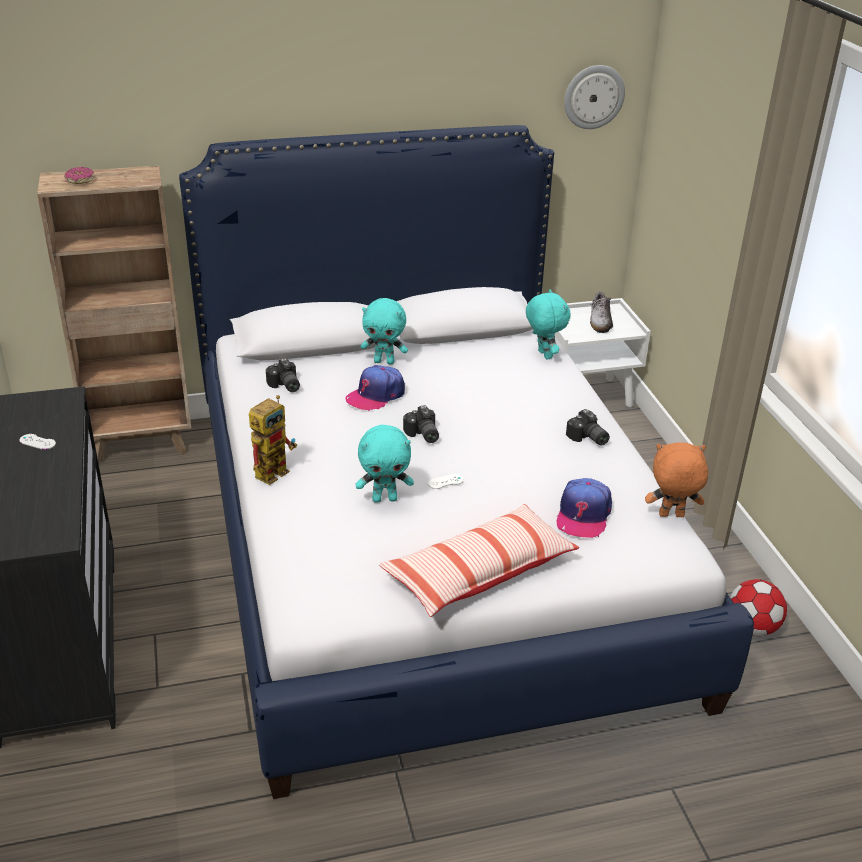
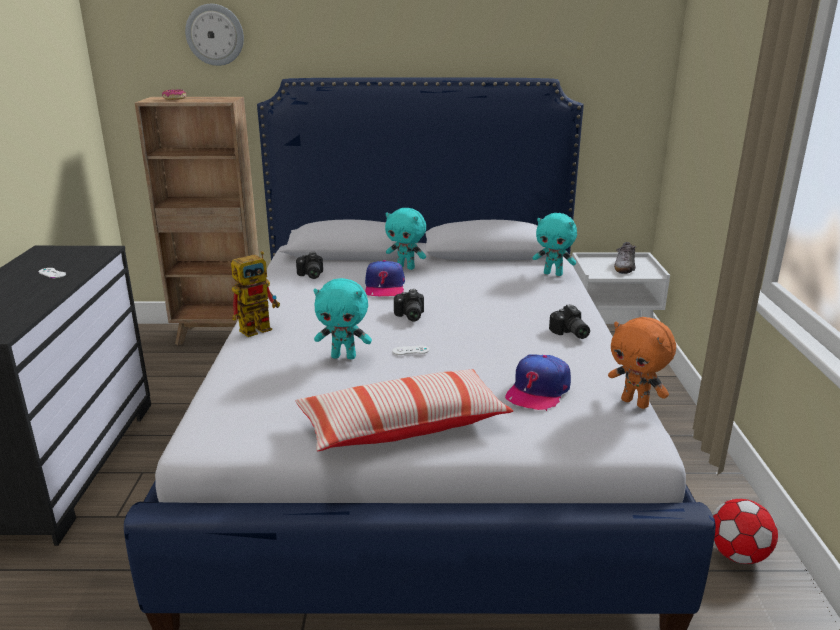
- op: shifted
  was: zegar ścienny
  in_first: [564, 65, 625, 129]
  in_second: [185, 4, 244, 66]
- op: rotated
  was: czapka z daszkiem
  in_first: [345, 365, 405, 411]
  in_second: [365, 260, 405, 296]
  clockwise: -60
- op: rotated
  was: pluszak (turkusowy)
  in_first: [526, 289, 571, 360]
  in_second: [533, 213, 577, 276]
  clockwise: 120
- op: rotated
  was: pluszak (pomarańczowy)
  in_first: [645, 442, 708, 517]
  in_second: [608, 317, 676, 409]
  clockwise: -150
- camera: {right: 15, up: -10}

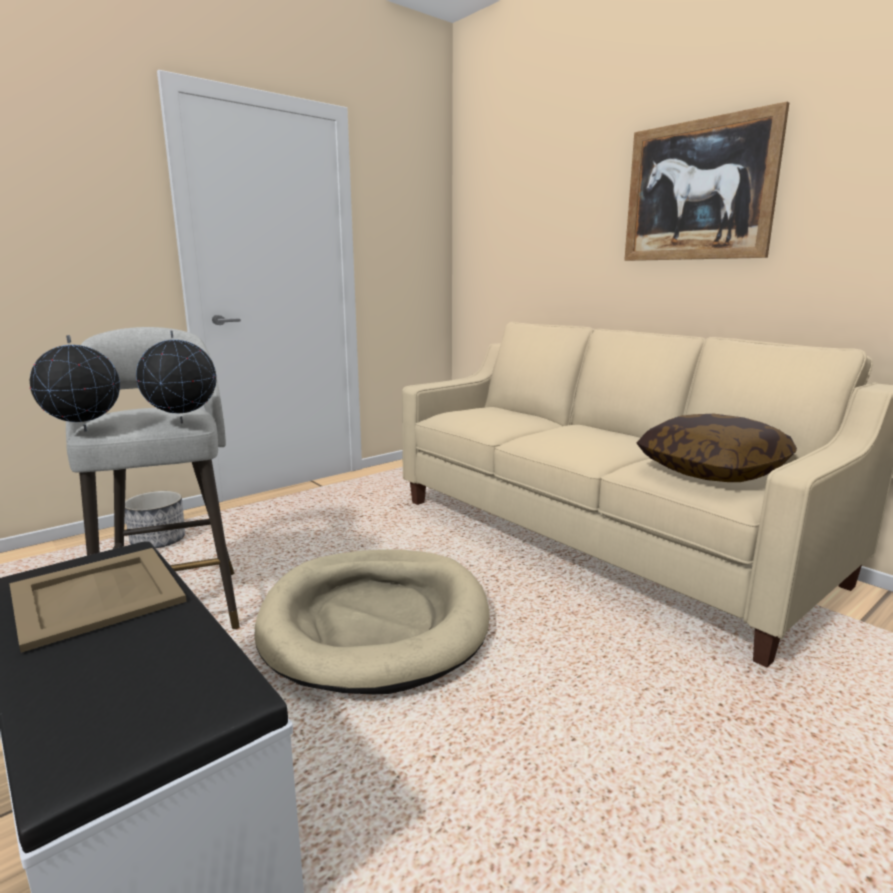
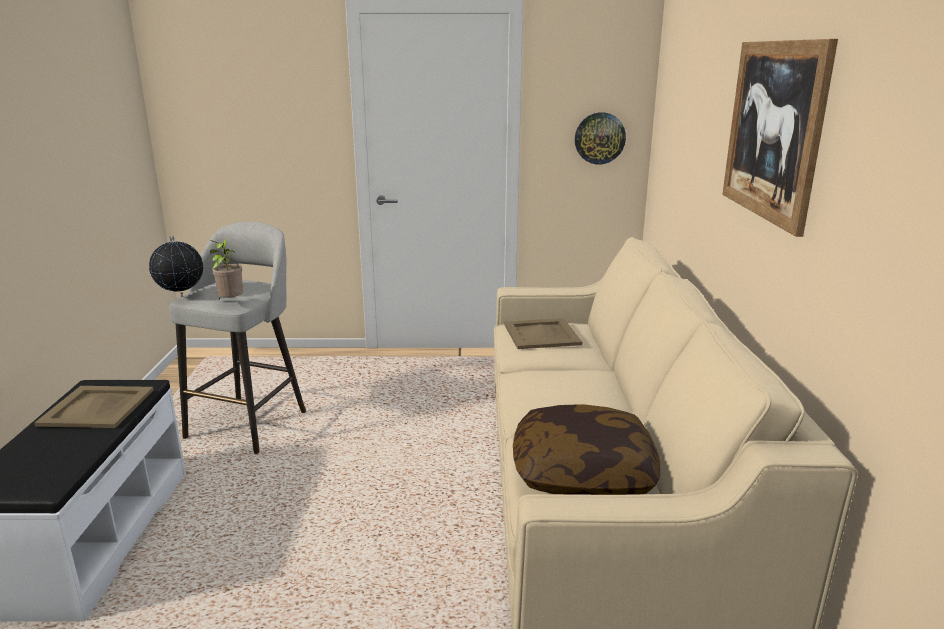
- op: gone
  was: donica
  in_first: [125, 491, 185, 548]
- op: gone
  was: legowisko (beżowy)
  in_first: [254, 549, 490, 694]
- op: new
  now: taca (beżowy)
  in_second: [504, 318, 582, 349]
- op: new
  now: zegar ścienny
  in_second: [575, 112, 626, 164]
- op: swapped
  was: globus
  now: roślina doniczkowa
  in_first: [136, 330, 216, 423]
  in_second: [210, 238, 243, 299]
- camera: {right: 40, up: 5}

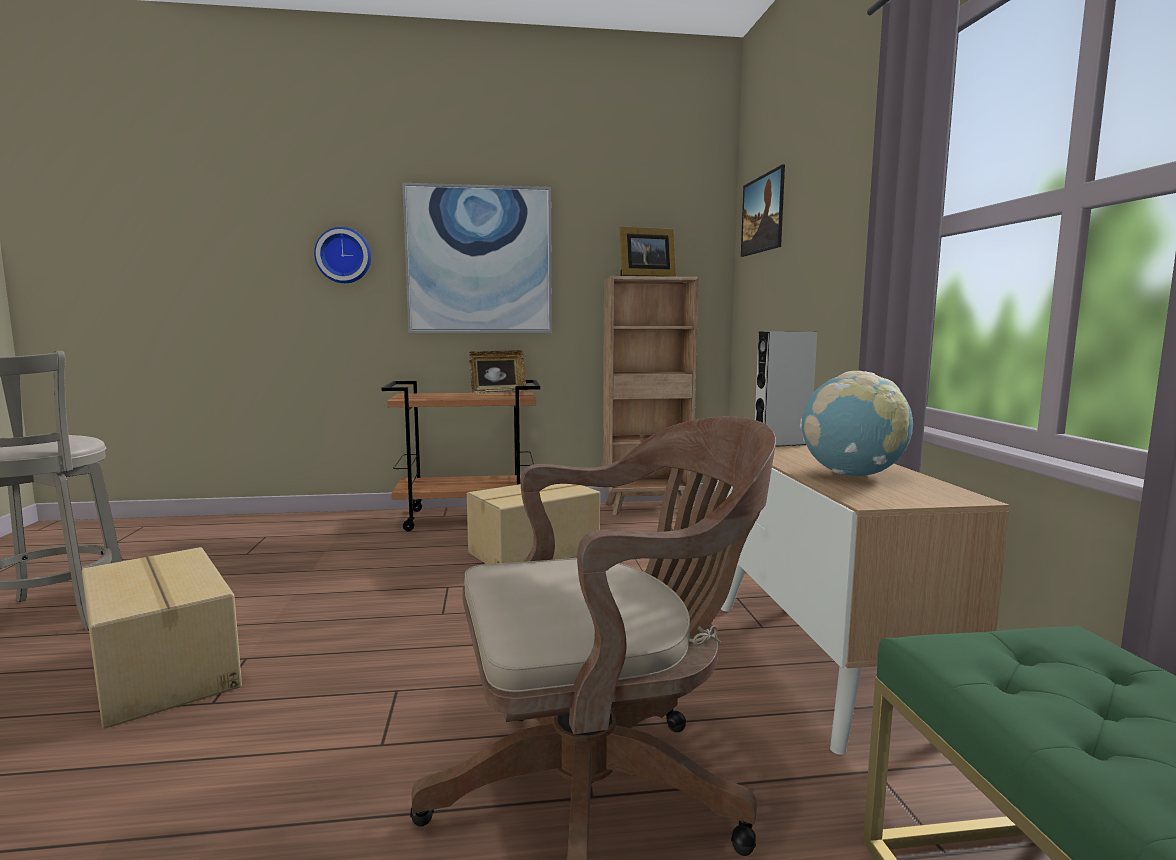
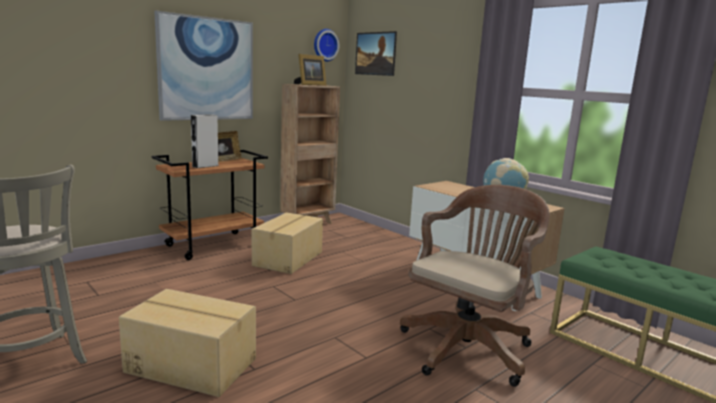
- op: shifted
  was: zegar ścienny
  in_first: [314, 227, 371, 283]
  in_second: [314, 29, 339, 61]
- op: shifted
  was: głośnik (szary)
  in_first: [755, 331, 817, 447]
  in_second: [191, 114, 218, 168]
- camera: {right: -35, up: 5}

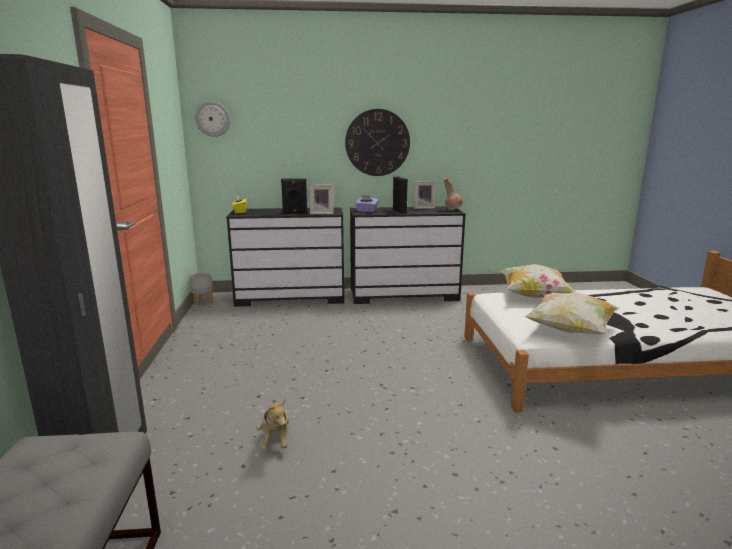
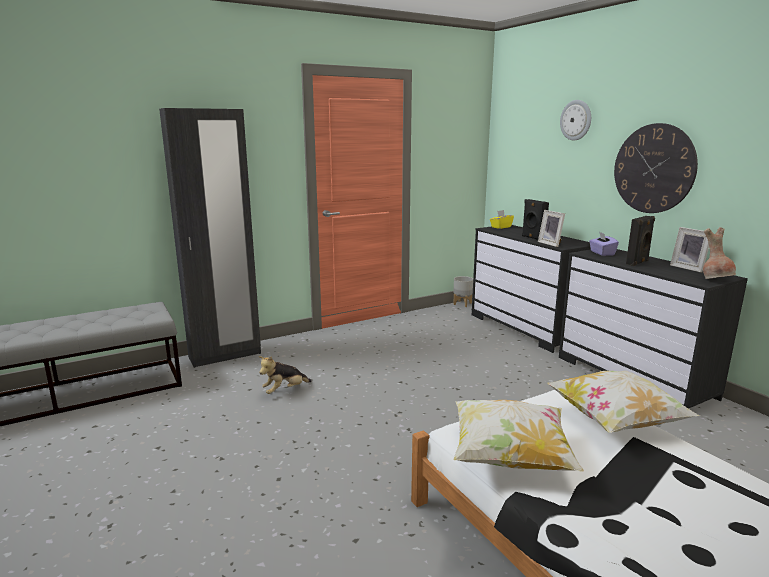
- op: shifted
  was: zegar ścienny
  in_first: [195, 101, 230, 137]
  in_second: [560, 100, 591, 141]
- camera: {right: 65, up: 0}

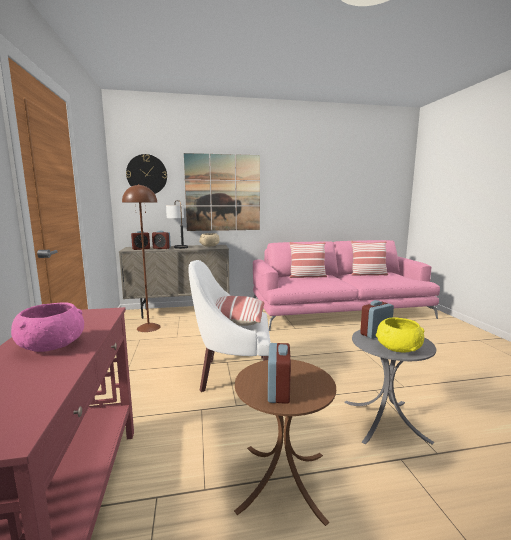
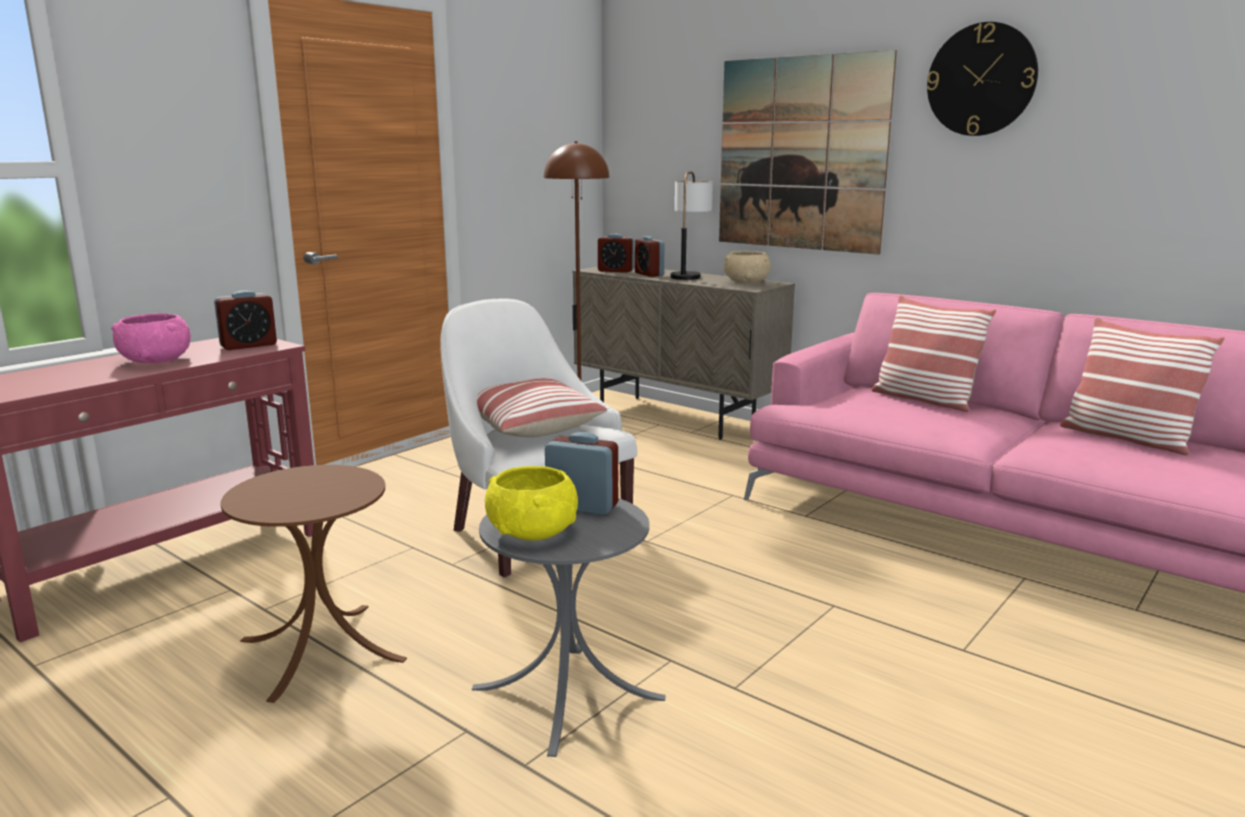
- op: shifted
  was: zegar ścienny
  in_first: [126, 154, 167, 194]
  in_second: [927, 22, 1038, 136]
- op: shifted
  was: budzik
  in_first: [268, 343, 291, 404]
  in_second: [214, 290, 277, 350]
- camera: {right: 50, up: 5}

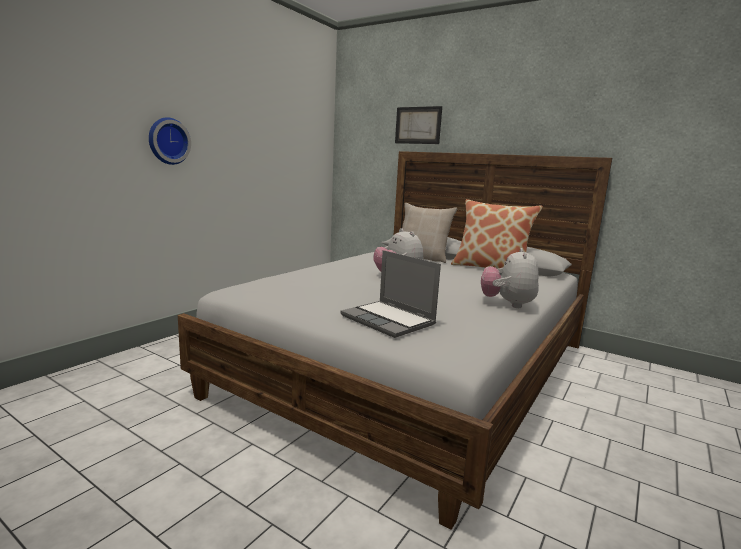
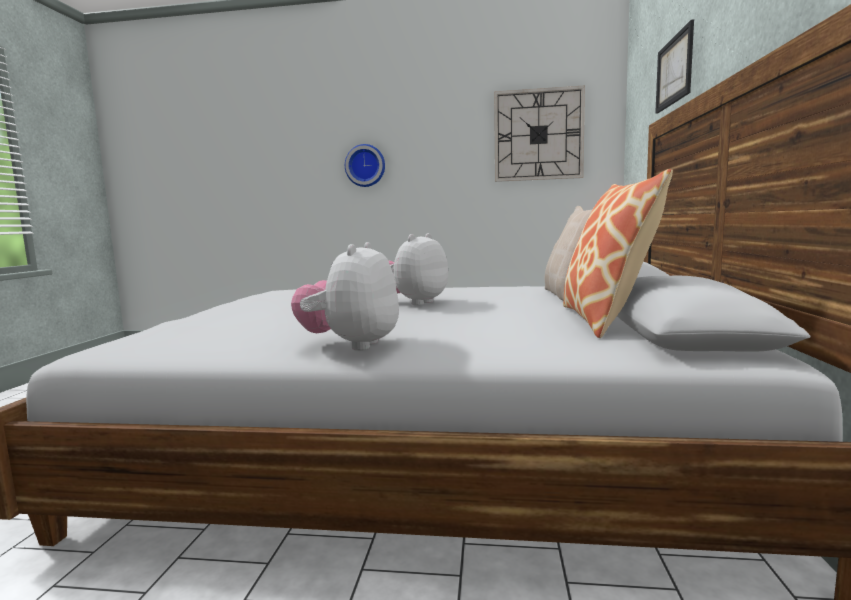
- op: gone
  was: laptop
  in_first: [340, 250, 441, 338]
- op: new
  now: zegar ścienny
  in_second: [494, 85, 585, 182]
- op: rotated
  was: pluszak
  in_first: [481, 248, 539, 308]
  in_second: [291, 242, 399, 351]
  clockwise: -60
- camera: {right: 65, up: -5}

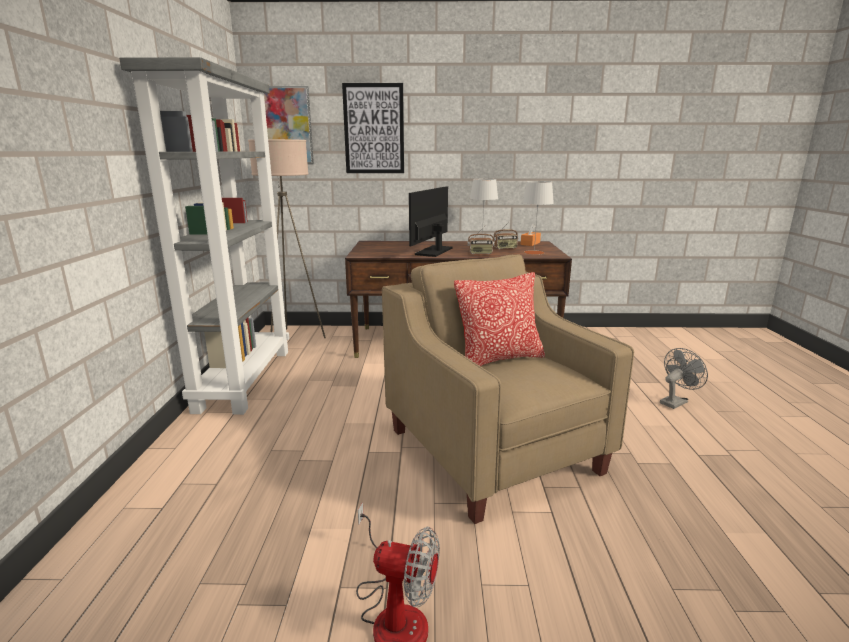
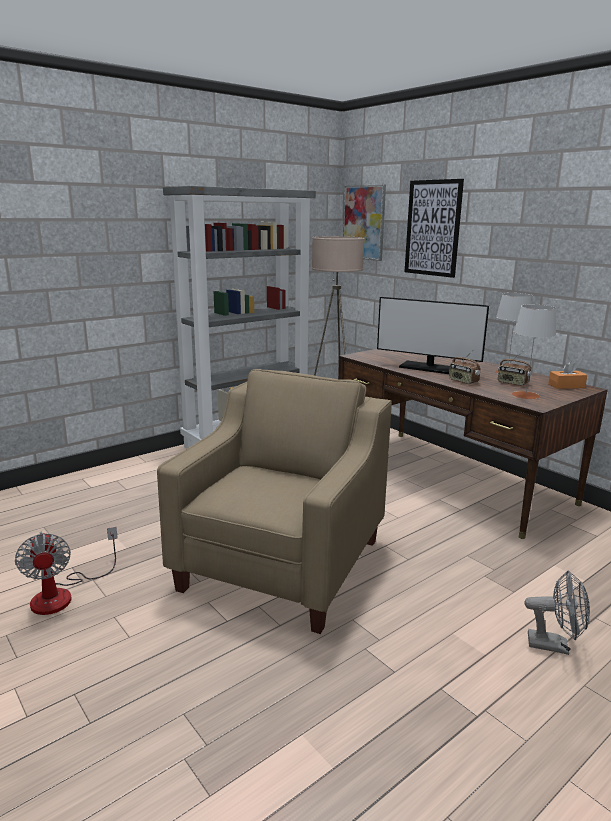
- op: gone
  was: poduszka
  in_first: [454, 272, 545, 366]
- op: rotated
  was: monitor
  in_first: [409, 186, 453, 257]
  in_second: [377, 297, 489, 374]
  clockwise: -135
- camera: {right: 50, up: 0}

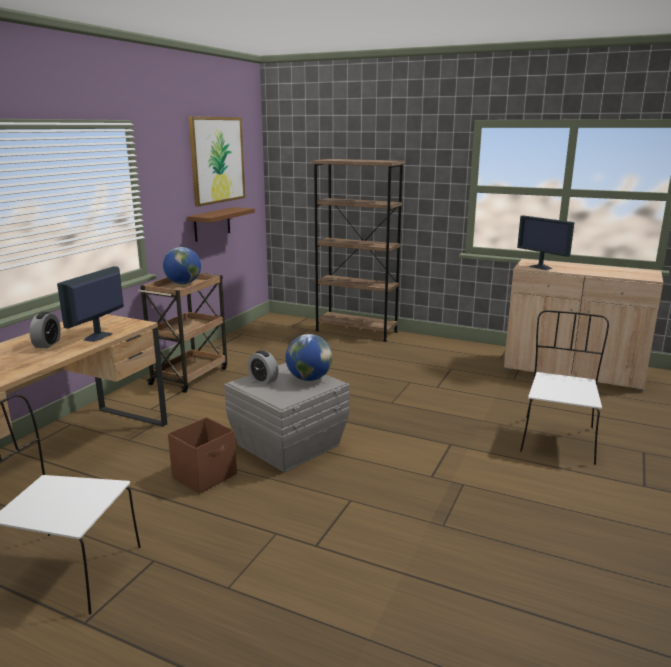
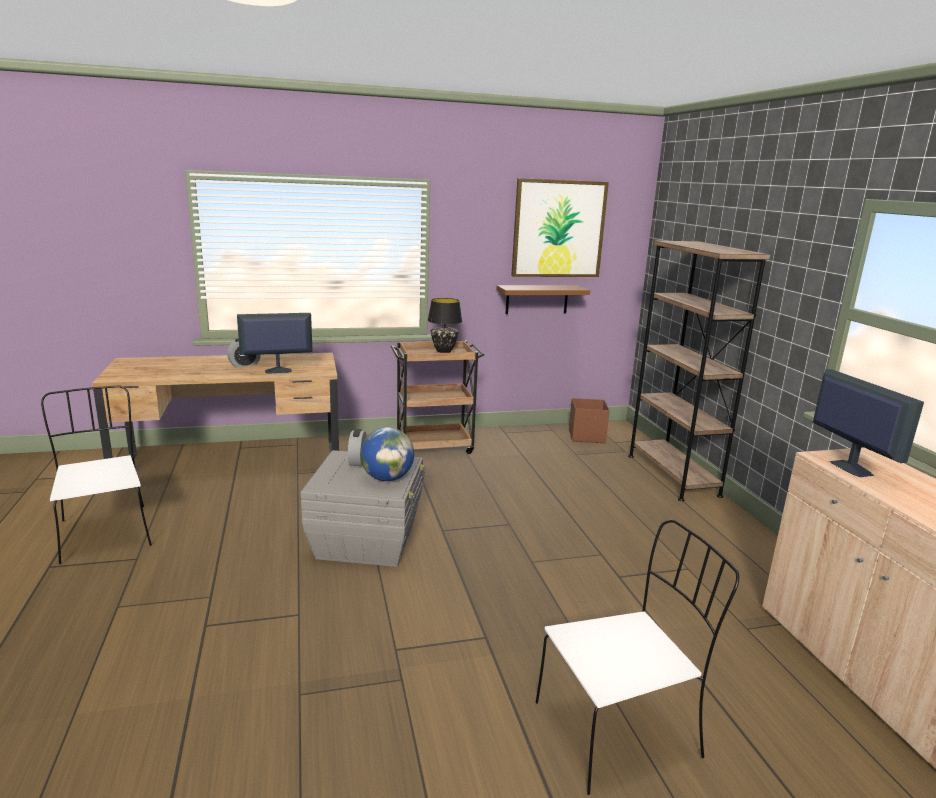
- op: shifted
  was: pojemnik do przechowywania (brązowy)
  in_first: [168, 417, 237, 494]
  in_second: [569, 398, 610, 443]
- op: swapped
  was: globus
  now: lampa stołowa (czarny)
  in_first: [163, 247, 201, 284]
  in_second: [428, 298, 462, 353]
- op: rotated
  was: monitor
  in_first: [517, 215, 574, 270]
  in_second: [813, 369, 924, 477]
  clockwise: 150
- camera: {right: 50, up: 0}

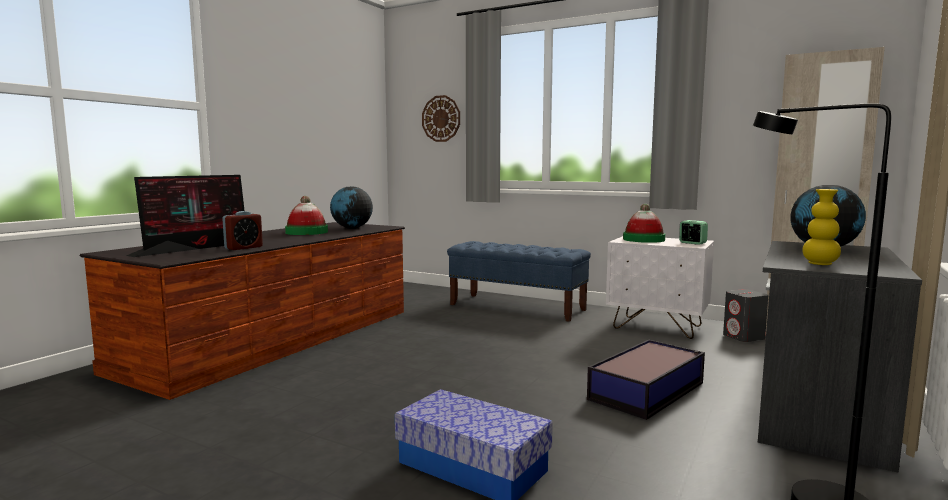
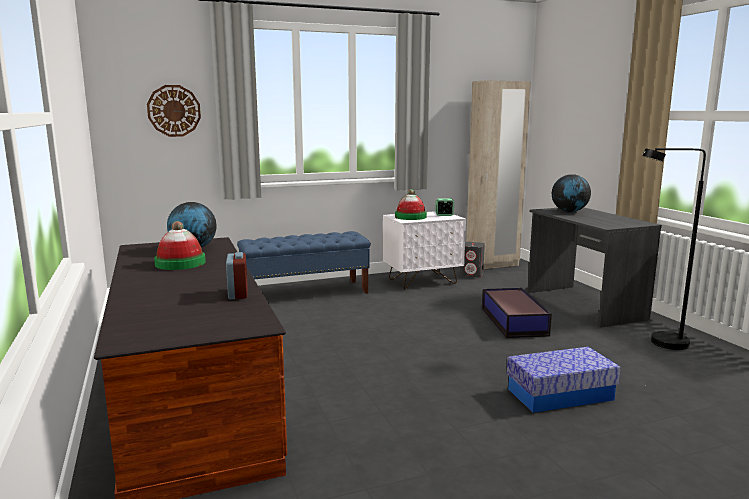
- op: gone
  was: monitor
  in_first: [126, 175, 244, 257]
- op: gone
  was: wazon (żółty)
  in_first: [802, 189, 841, 265]
- camera: {right: -50, up: 5}

